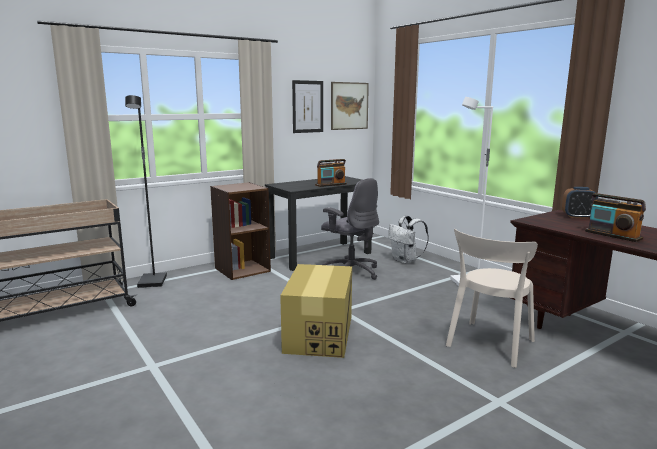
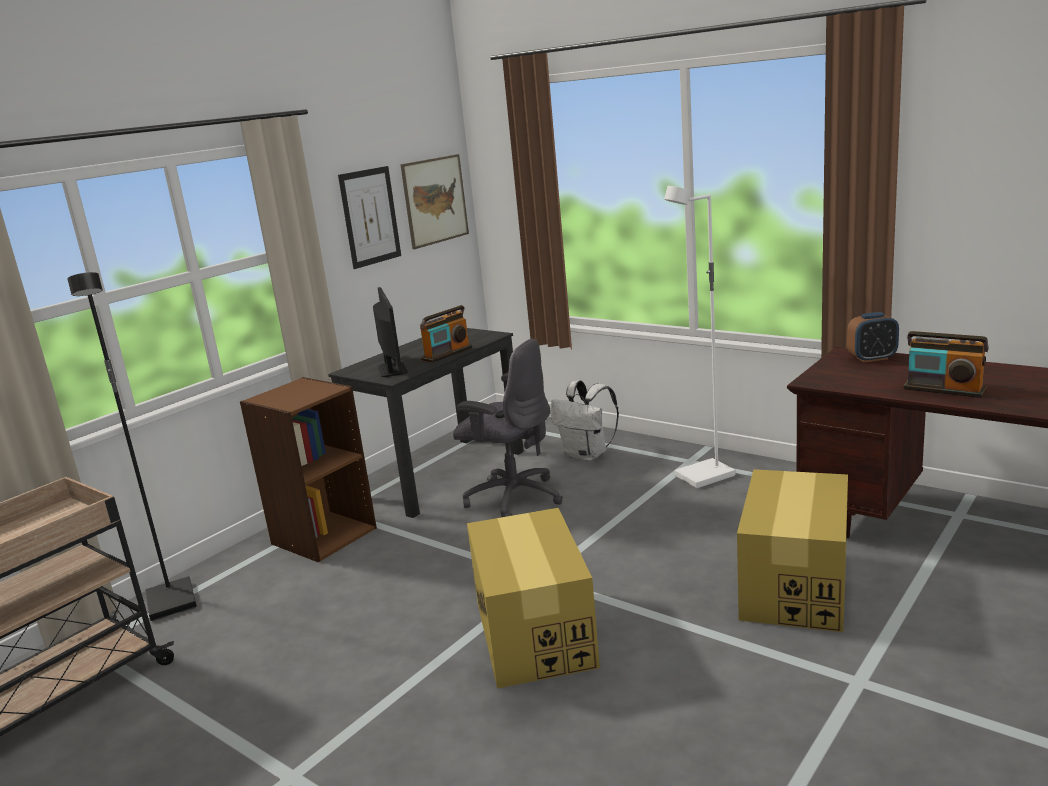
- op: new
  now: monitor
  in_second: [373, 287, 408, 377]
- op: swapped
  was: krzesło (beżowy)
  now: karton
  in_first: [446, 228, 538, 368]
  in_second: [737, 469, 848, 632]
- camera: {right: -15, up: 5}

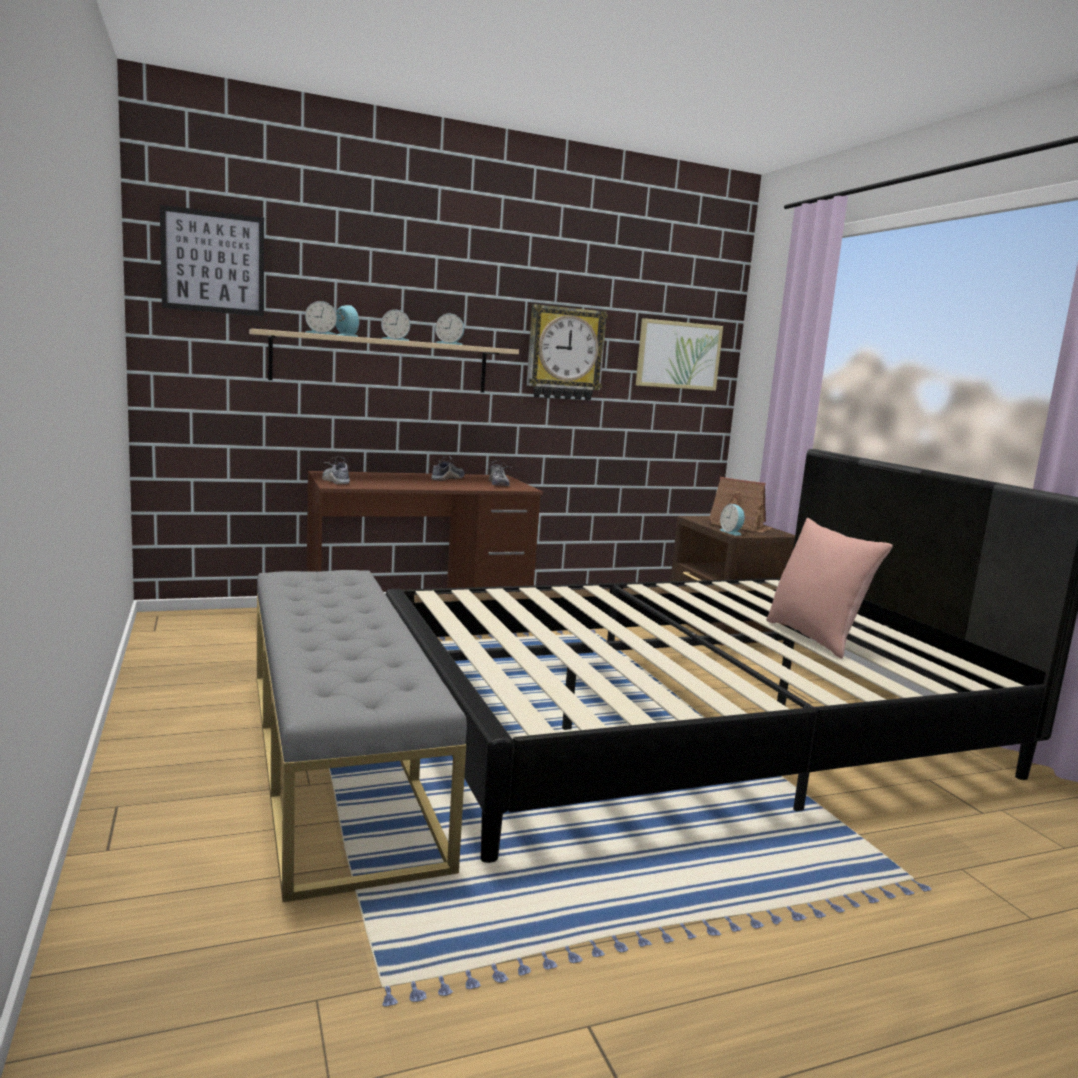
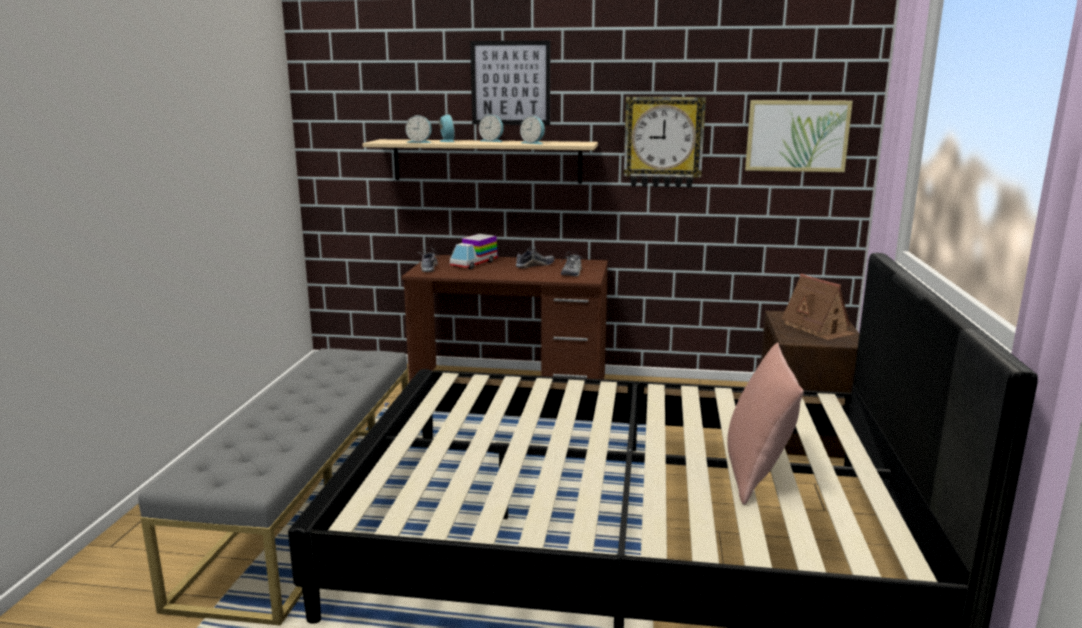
- op: gone
  was: budzik
  in_first: [720, 504, 746, 536]
- op: new
  now: ciężarówka zabawkowa
  in_second: [450, 234, 497, 269]
- op: shifted
  was: obraz
  in_first: [160, 205, 264, 316]
  in_second: [470, 41, 550, 125]
- camera: {right: 30, up: 5}

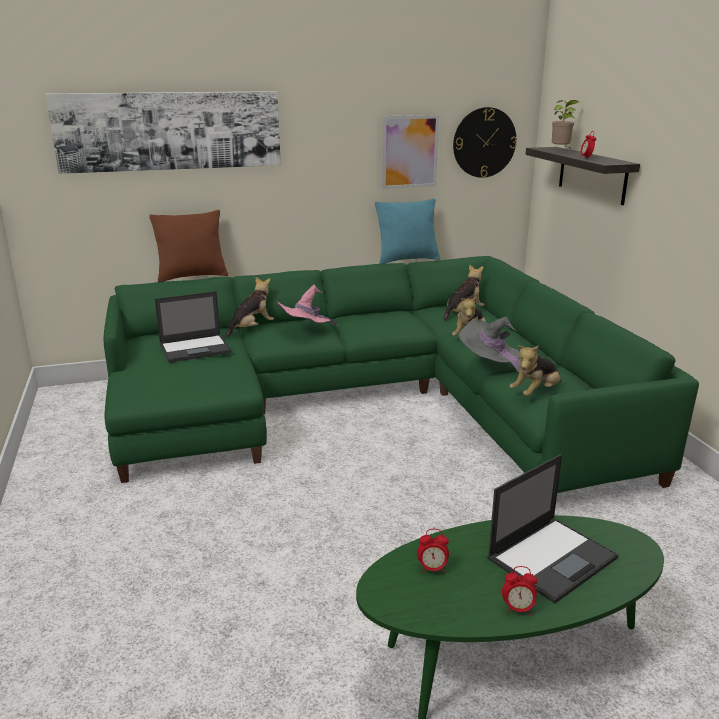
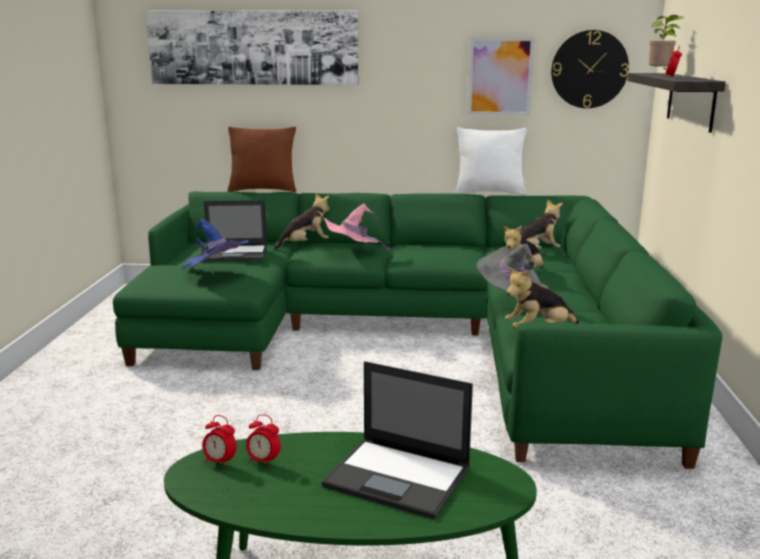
- op: new
  now: kapelusz (niebieski)
  in_second: [183, 218, 249, 269]
- op: shifted
  was: budzik
  in_first: [502, 566, 537, 616]
  in_second: [202, 415, 236, 468]
- op: repainted
  was: poduszka (turkusowy)
  now: poduszka (biały)
  in_first: [375, 198, 440, 264]
  in_second: [455, 128, 527, 195]
- op: rotated
  was: laptop
  in_first: [487, 454, 619, 604]
  in_second: [322, 361, 473, 519]
  clockwise: 45
- camera: {right: 20, up: -5}

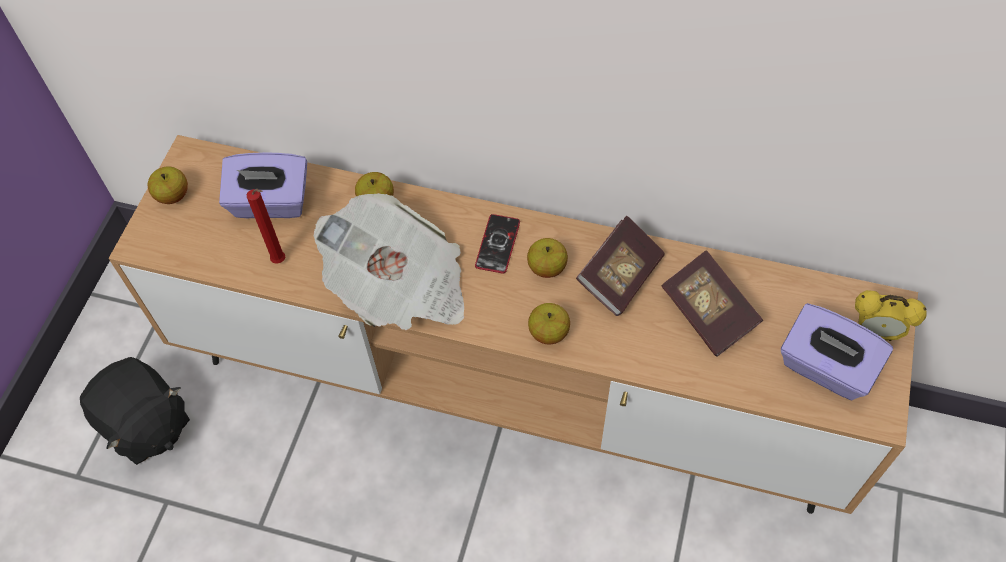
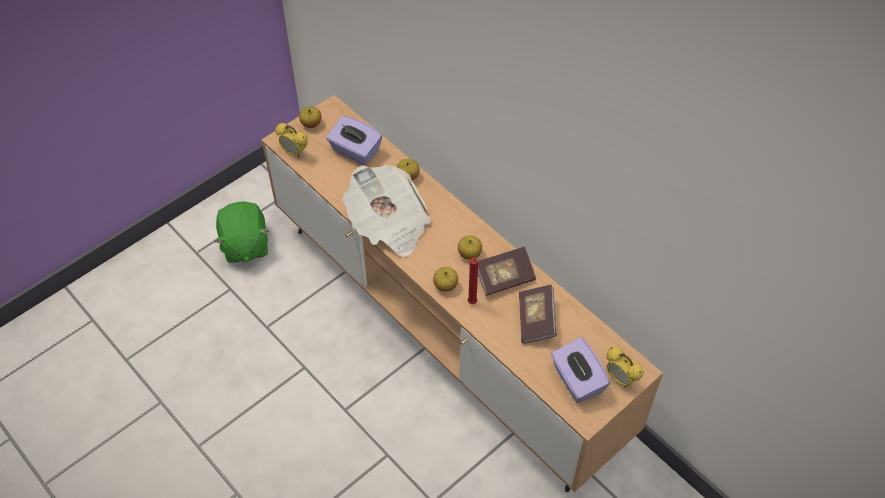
- op: gone
  was: telefon
  in_first: [475, 214, 520, 273]
- op: new
  now: budzik
  in_second: [275, 123, 308, 158]
- op: shifted
  was: świeca (czerwony)
  in_first: [247, 189, 285, 264]
  in_second: [468, 257, 479, 304]
- op: repainted
  was: pluszak (czarny)
  now: pluszak (zielony)
  in_first: [80, 357, 190, 465]
  in_second: [215, 201, 269, 263]
- camera: {right: 30, up: -5}

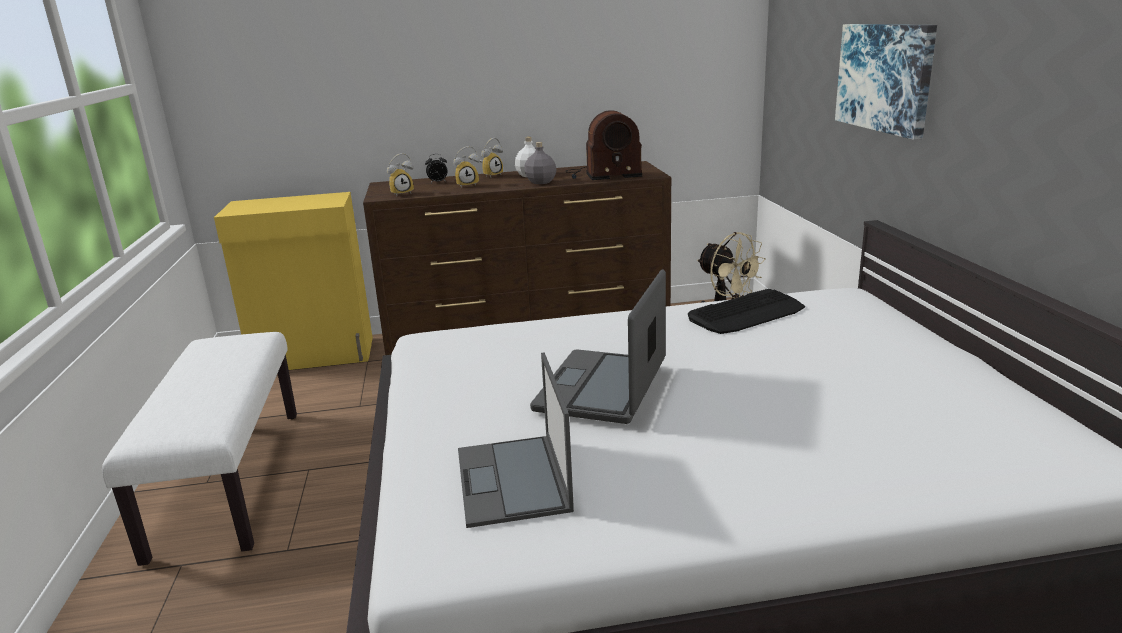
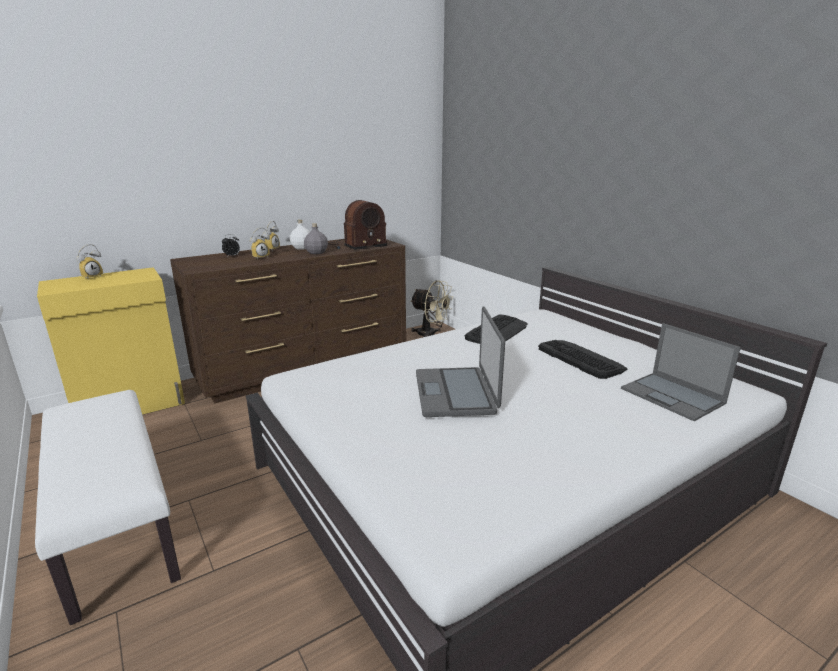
- op: gone
  was: obraz
  in_first: [835, 24, 937, 140]
- op: new
  now: klawiatura
  in_second: [538, 340, 628, 379]
- op: shifted
  was: budzik
  in_first: [387, 153, 414, 196]
  in_second: [76, 244, 103, 280]
- op: shifted
  was: laptop
  in_first: [458, 353, 574, 528]
  in_second: [621, 323, 741, 421]
- camera: {right: -25, up: 0}

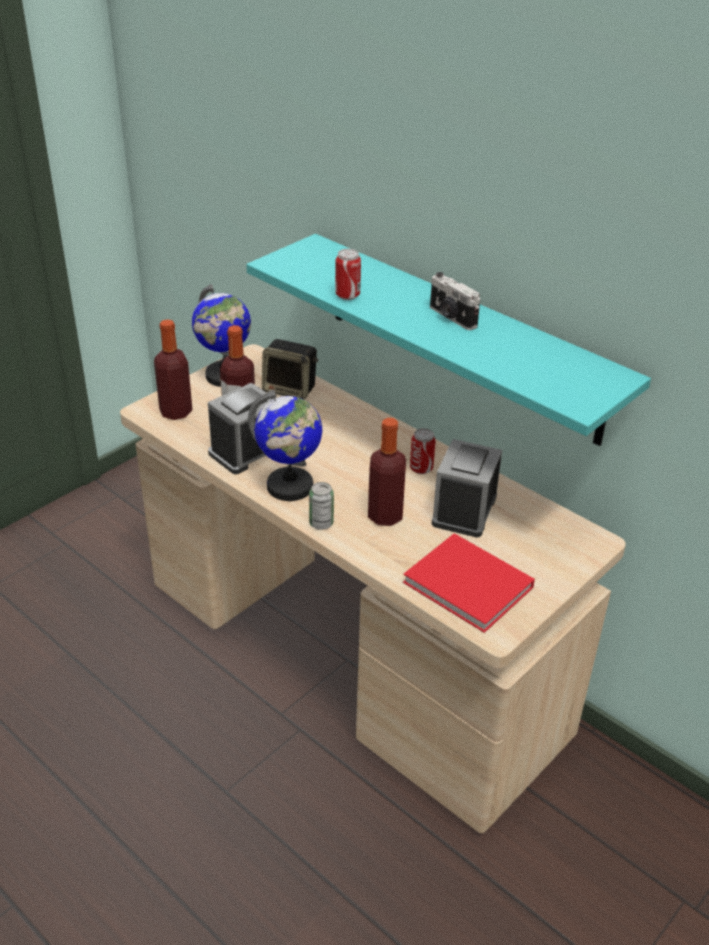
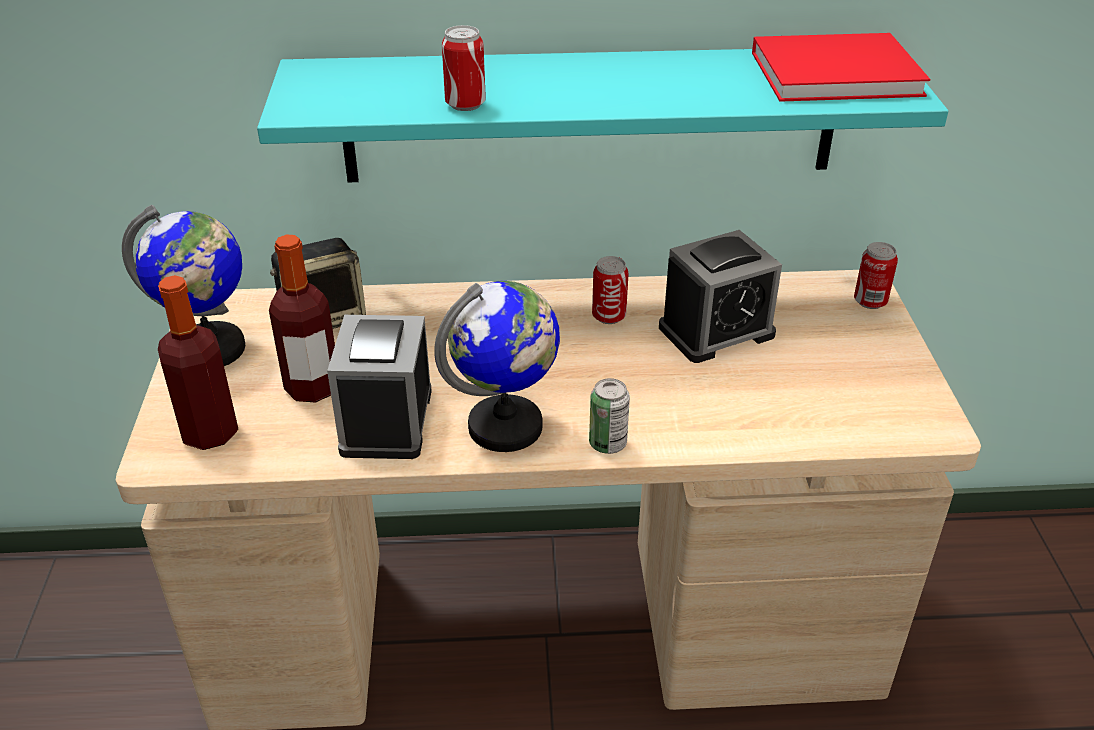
- op: gone
  was: butelka
  in_first: [368, 418, 406, 526]
- op: gone
  was: aparat fotograficzny
  in_first: [430, 272, 480, 330]
- op: new
  now: puszka
  in_second: [854, 242, 898, 309]
- op: shifted
  was: książka (czerwony)
  in_first: [403, 533, 535, 633]
  in_second: [752, 33, 930, 102]
- op: rotated
  was: budzik
  in_first: [432, 439, 502, 537]
  in_second: [659, 230, 782, 363]
  clockwise: -90
- camera: {right: -45, up: 0}

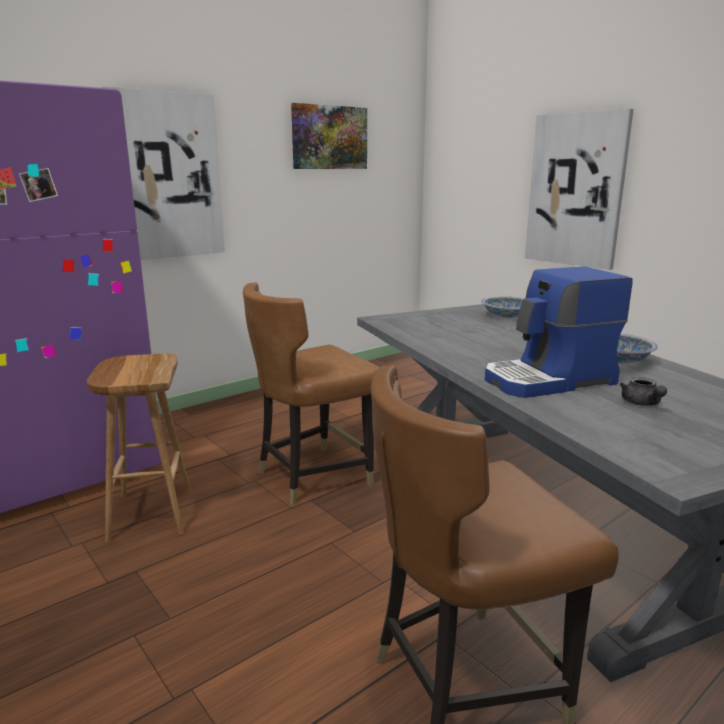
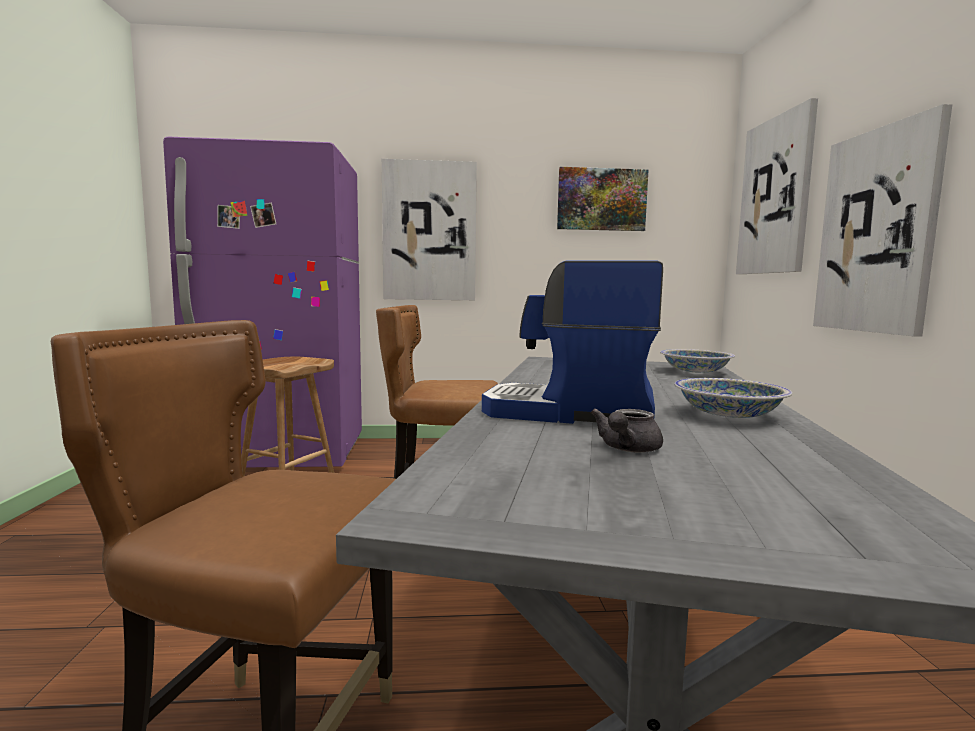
- op: new
  now: obraz
  in_second: [736, 98, 818, 274]
- camera: {right: 35, up: -10}

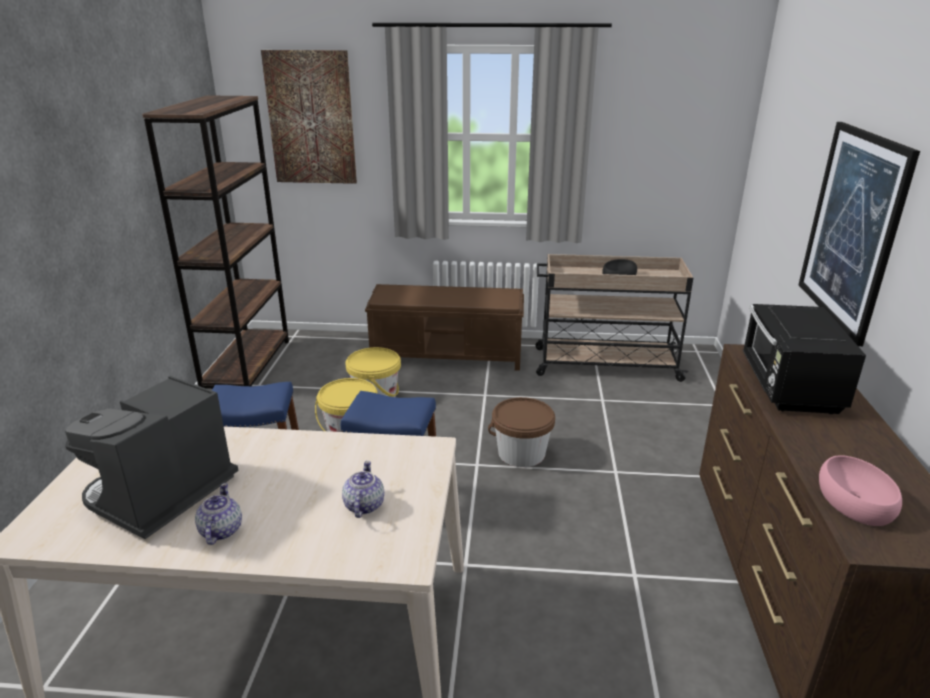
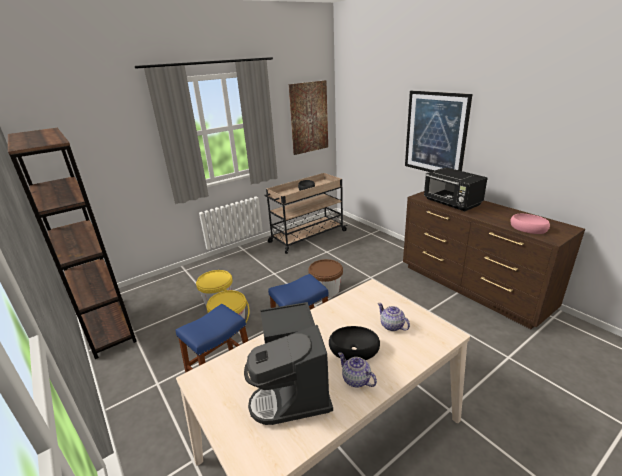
- op: gone
  was: ławka (brązowy)
  in_first: [365, 284, 524, 371]
- op: new
  now: miska (czarny)
  in_second: [329, 326, 380, 360]
- op: shifted
  was: obraz
  in_first: [261, 50, 357, 184]
  in_second: [289, 80, 328, 155]
- camera: {right: -40, up: 0}

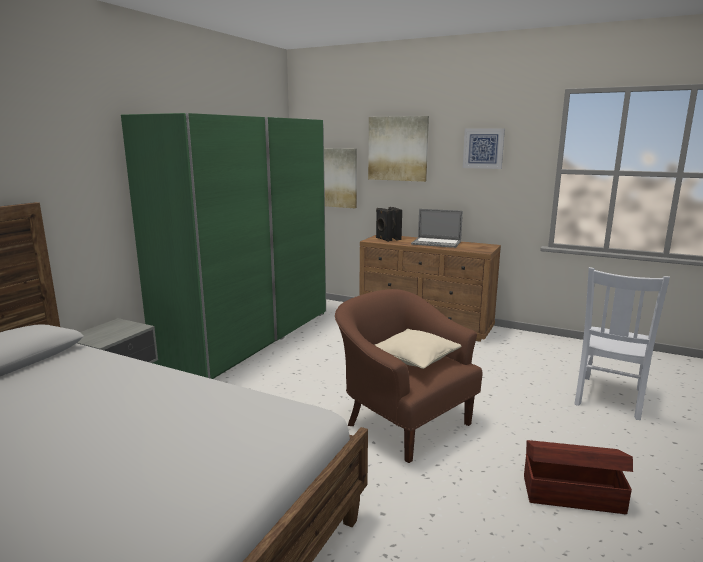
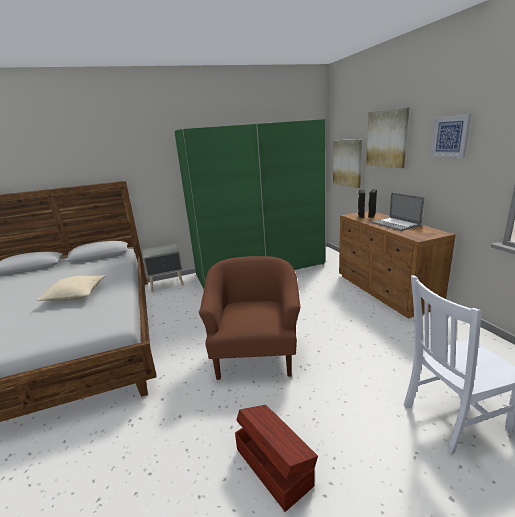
- op: shifted
  was: poduszka (beżowy)
  in_first: [375, 329, 462, 369]
  in_second: [36, 275, 106, 301]
- camera: {right: 45, up: 5}

